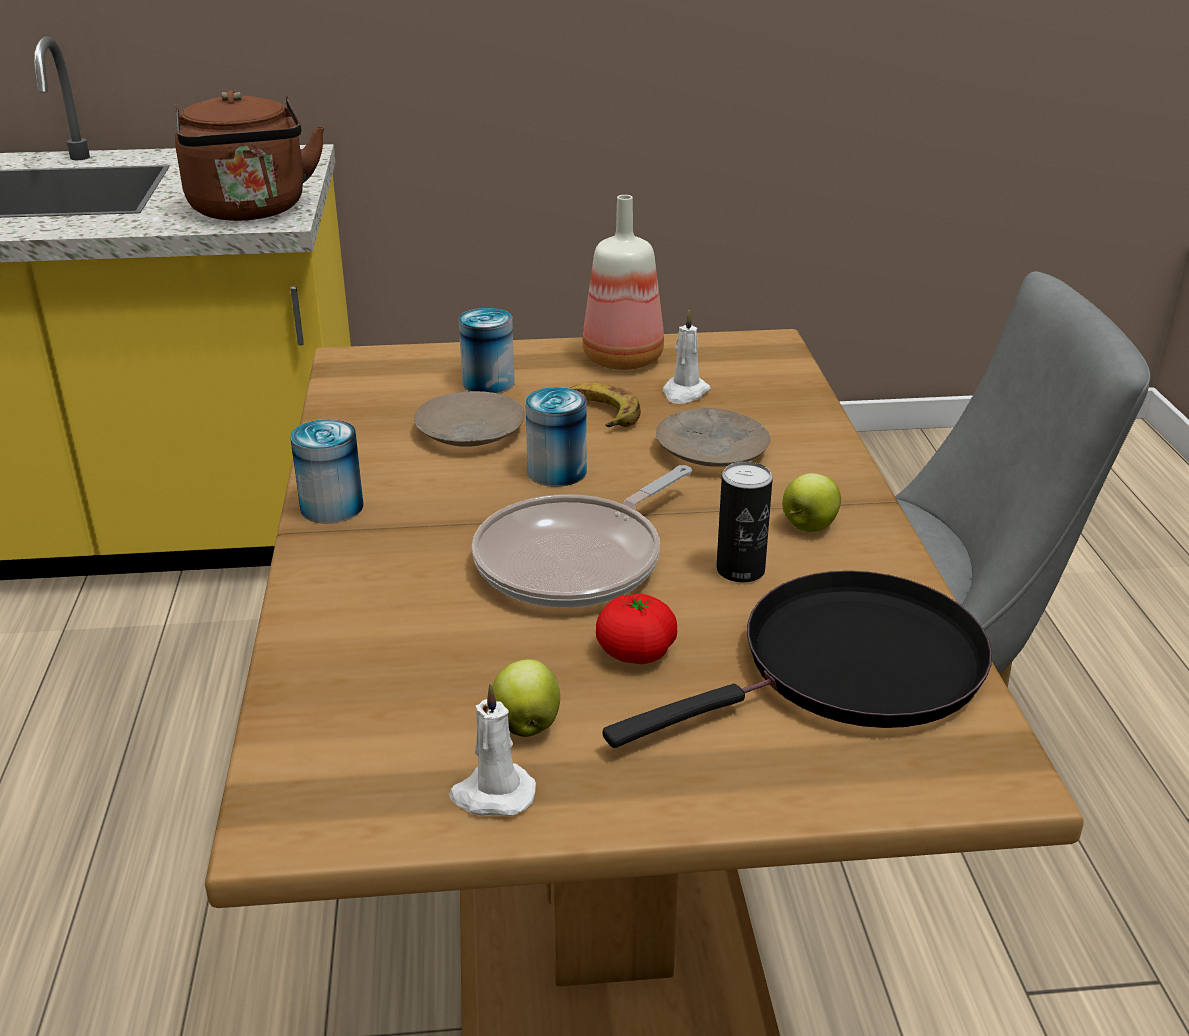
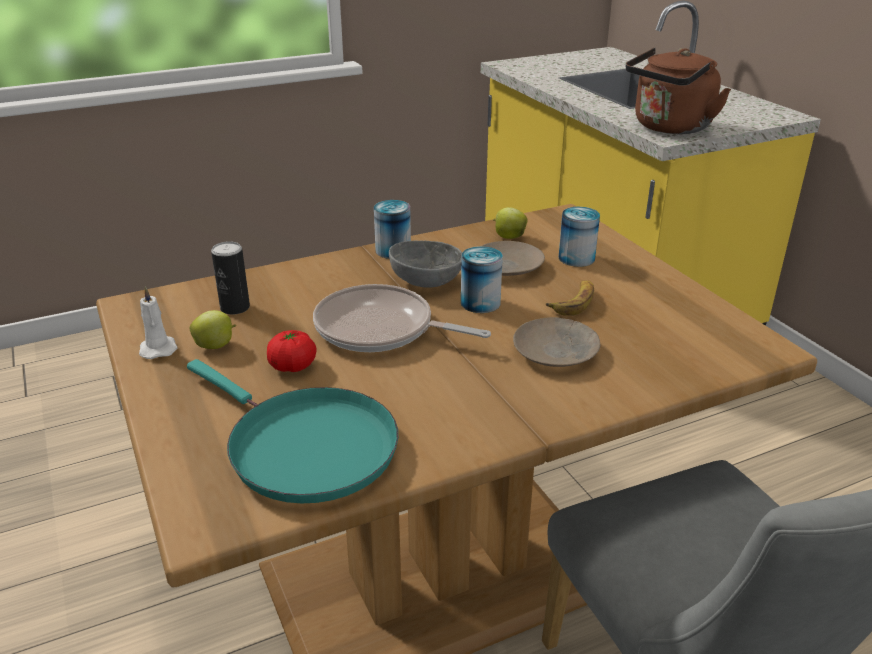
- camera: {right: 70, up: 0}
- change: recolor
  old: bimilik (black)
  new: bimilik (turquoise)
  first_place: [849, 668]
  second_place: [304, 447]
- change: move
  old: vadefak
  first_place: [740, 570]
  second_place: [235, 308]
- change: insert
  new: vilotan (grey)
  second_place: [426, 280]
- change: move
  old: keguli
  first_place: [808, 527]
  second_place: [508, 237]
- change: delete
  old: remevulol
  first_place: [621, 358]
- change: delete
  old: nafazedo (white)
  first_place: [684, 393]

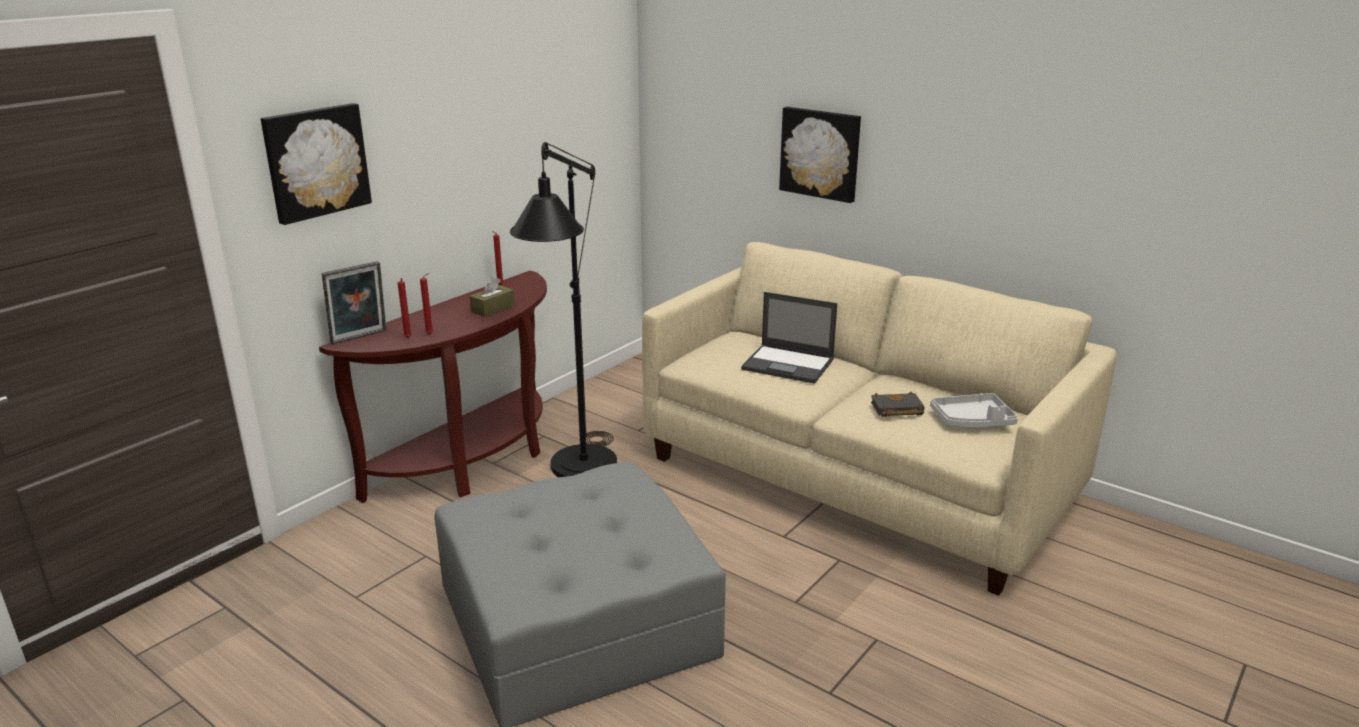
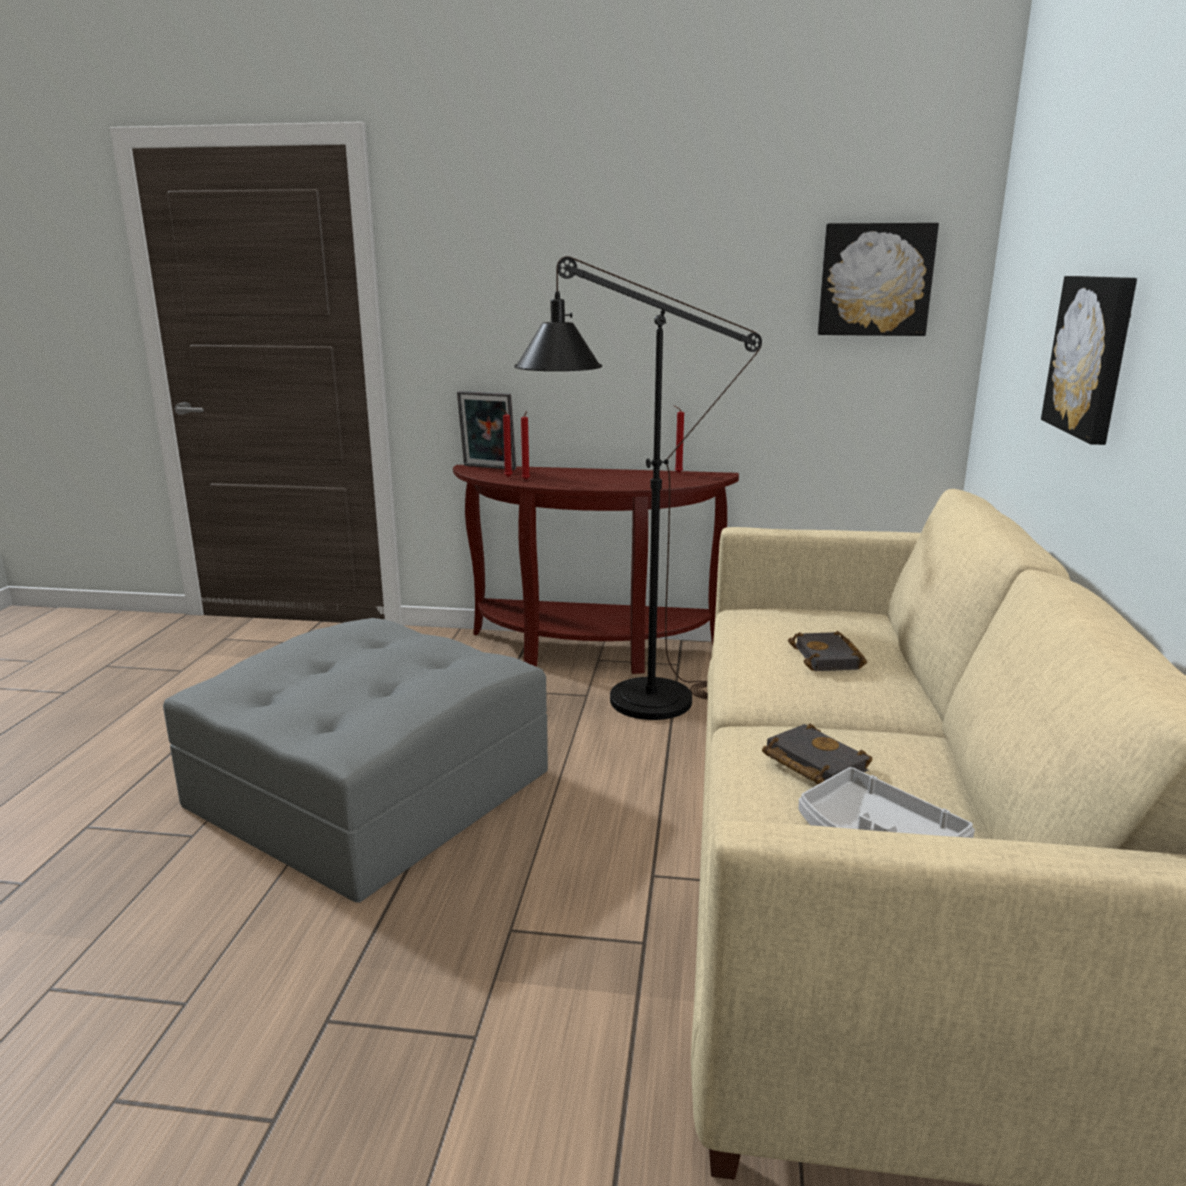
- camera: {right: 60, up: -5}
- change: replace
  old: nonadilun
  new: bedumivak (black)
  first_place: [789, 364]
  second_place: [829, 658]
- change: move
  old: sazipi
  first_place: [315, 162]
  second_place: [875, 280]
- change: delete
  old: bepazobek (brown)
  first_place: [493, 309]

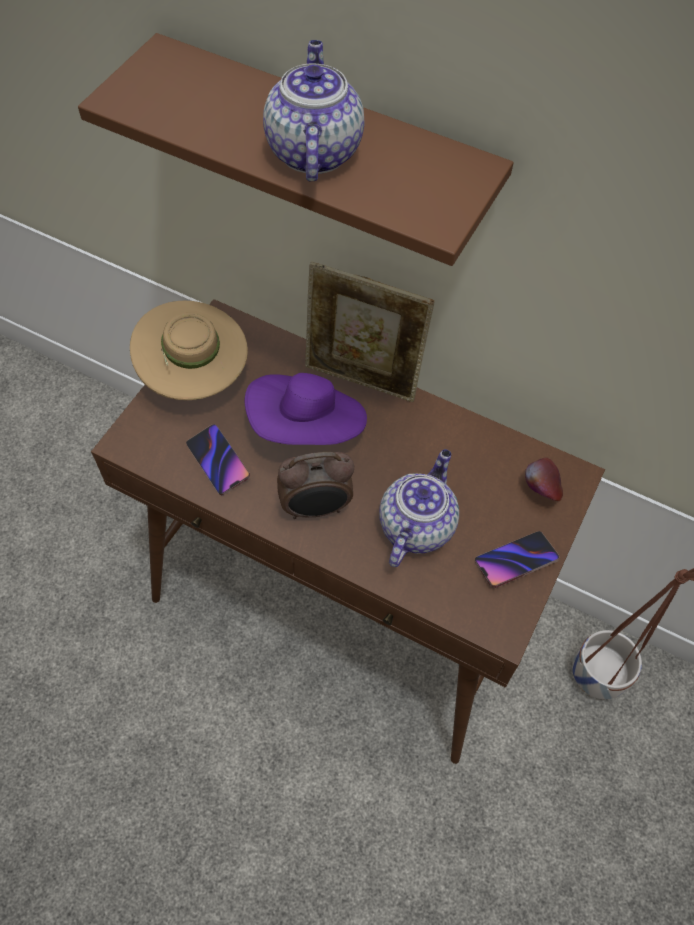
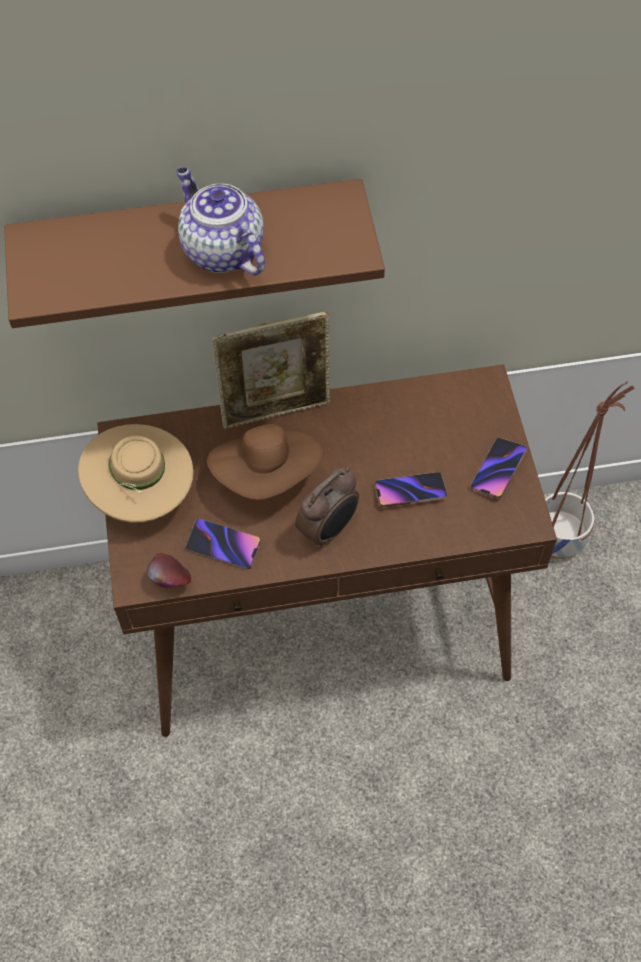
- camera: {right: -35, up: 0}
- change: move
  old: keguli
  first_place: [541, 490]
  second_place: [171, 581]
- change: recolor
  old: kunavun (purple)
  new: kunavun (brown)
  first_place: [307, 427]
  second_place: [268, 474]
- change: replace
  old: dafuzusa
  new: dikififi
  first_place: [416, 525]
  second_place: [410, 492]

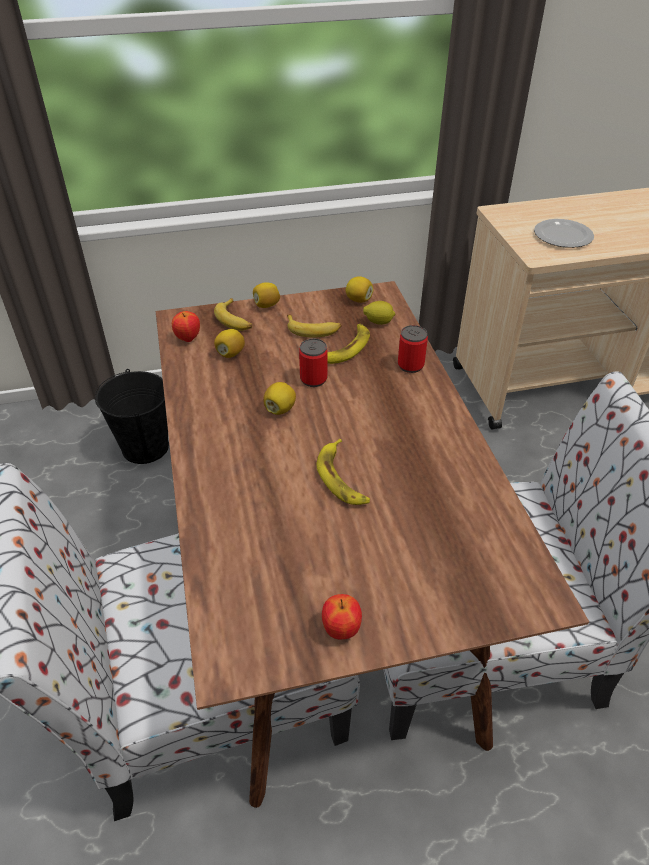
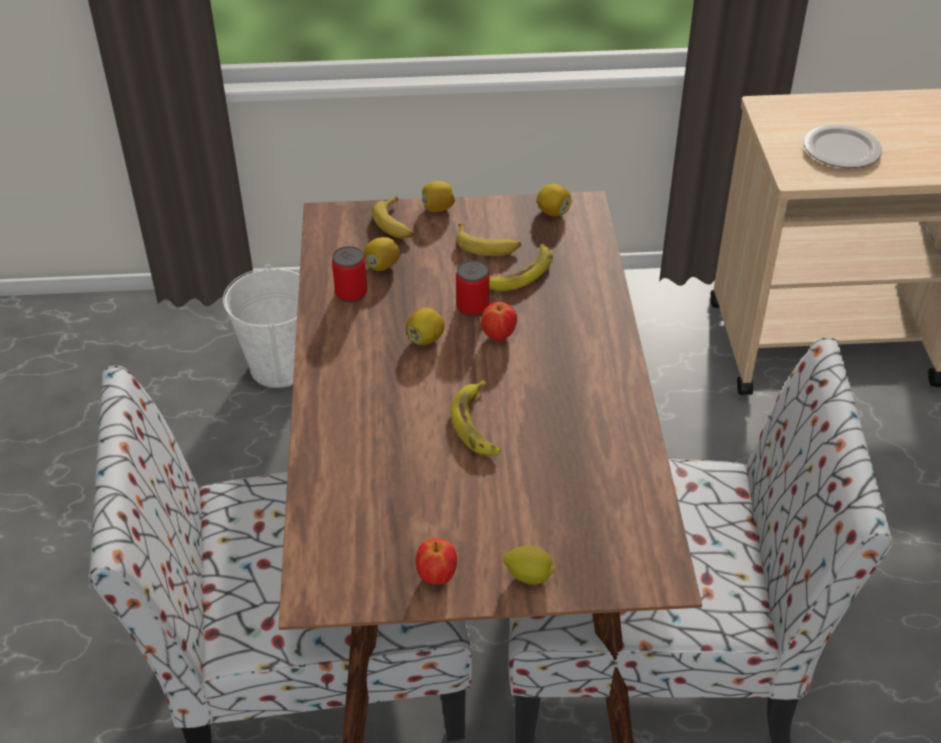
- camera: {right: 10, up: 0}
- change: recolor
  old: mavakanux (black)
  new: mavakanux (white)
  first_place: [145, 447]
  second_place: [280, 366]
- change: move
  old: vadefak
  first_place: [410, 365]
  second_place: [351, 293]
- change: move
  old: keguli
  first_place: [188, 338]
  second_place: [498, 336]
- change: move
  old: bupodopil
  first_place: [378, 322]
  second_place: [529, 576]

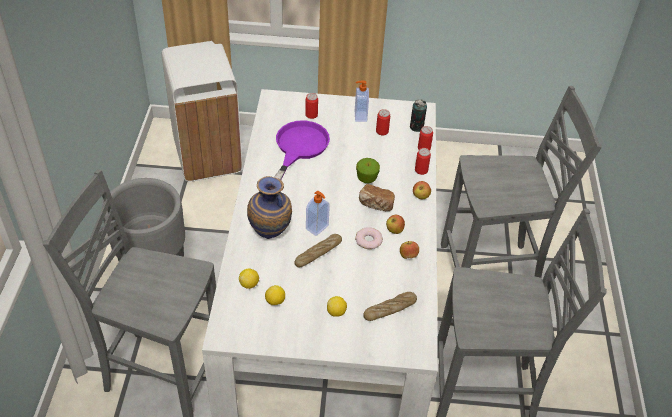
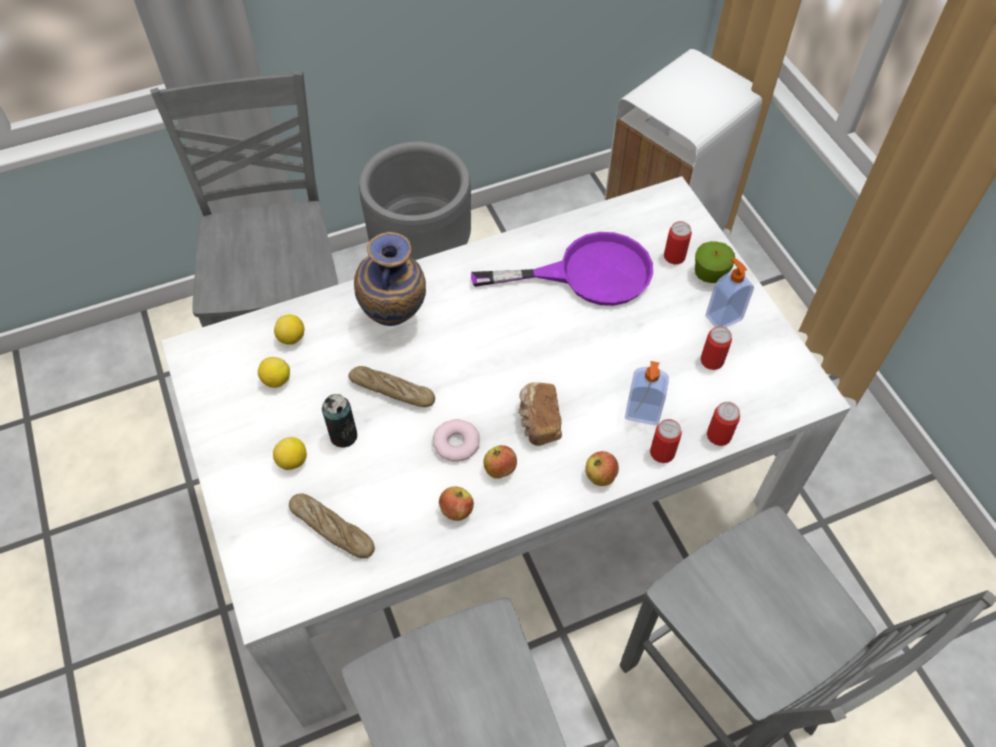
- camera: {right: 65, up: 10}
- change: move
  old: vadefak
  first_place: [416, 127]
  second_place: [343, 436]
- change: move
  old: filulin
  first_place: [317, 228]
  second_place: [642, 414]
- change: move
  old: keguli
  first_place: [367, 178]
  second_place: [710, 274]

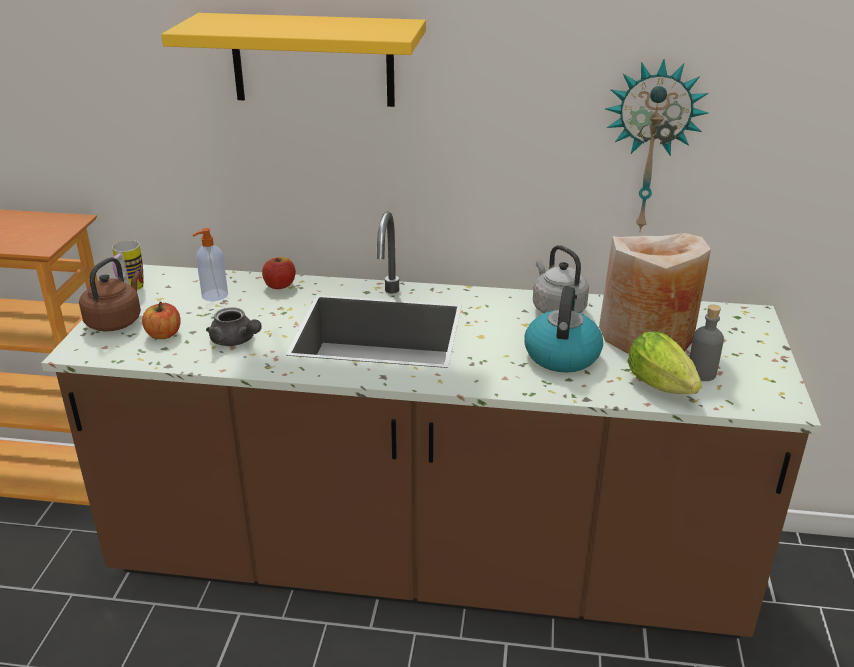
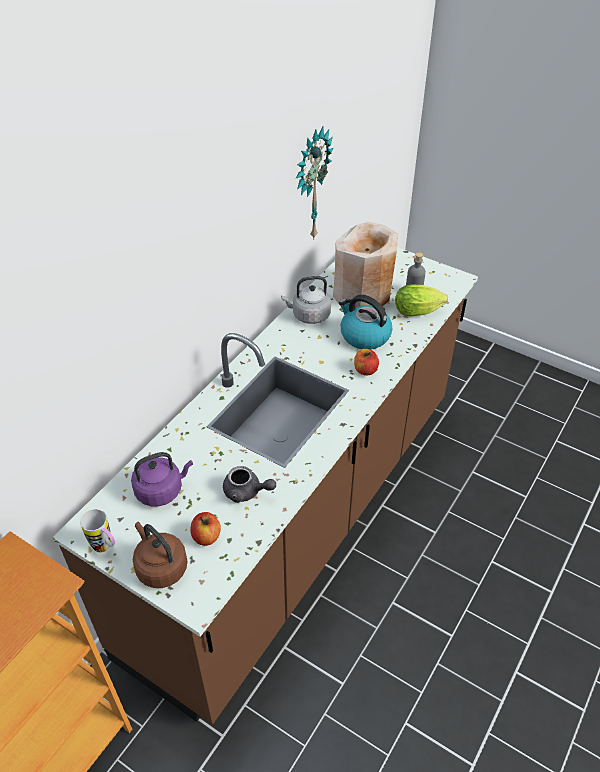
- camera: {right: -65, up: 15}
- change: replace
  old: filulin
  new: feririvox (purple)
  first_place: [214, 296]
  second_place: [161, 490]
- change: rotate
  old: dafuzusa (grey)
  first_place: [236, 341]
  second_place: [246, 492]
  degrees: 45
- change: move
  old: keguli
  first_place: [280, 285]
  second_place: [365, 370]
- change: delete
  old: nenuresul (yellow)
  first_place: [313, 60]

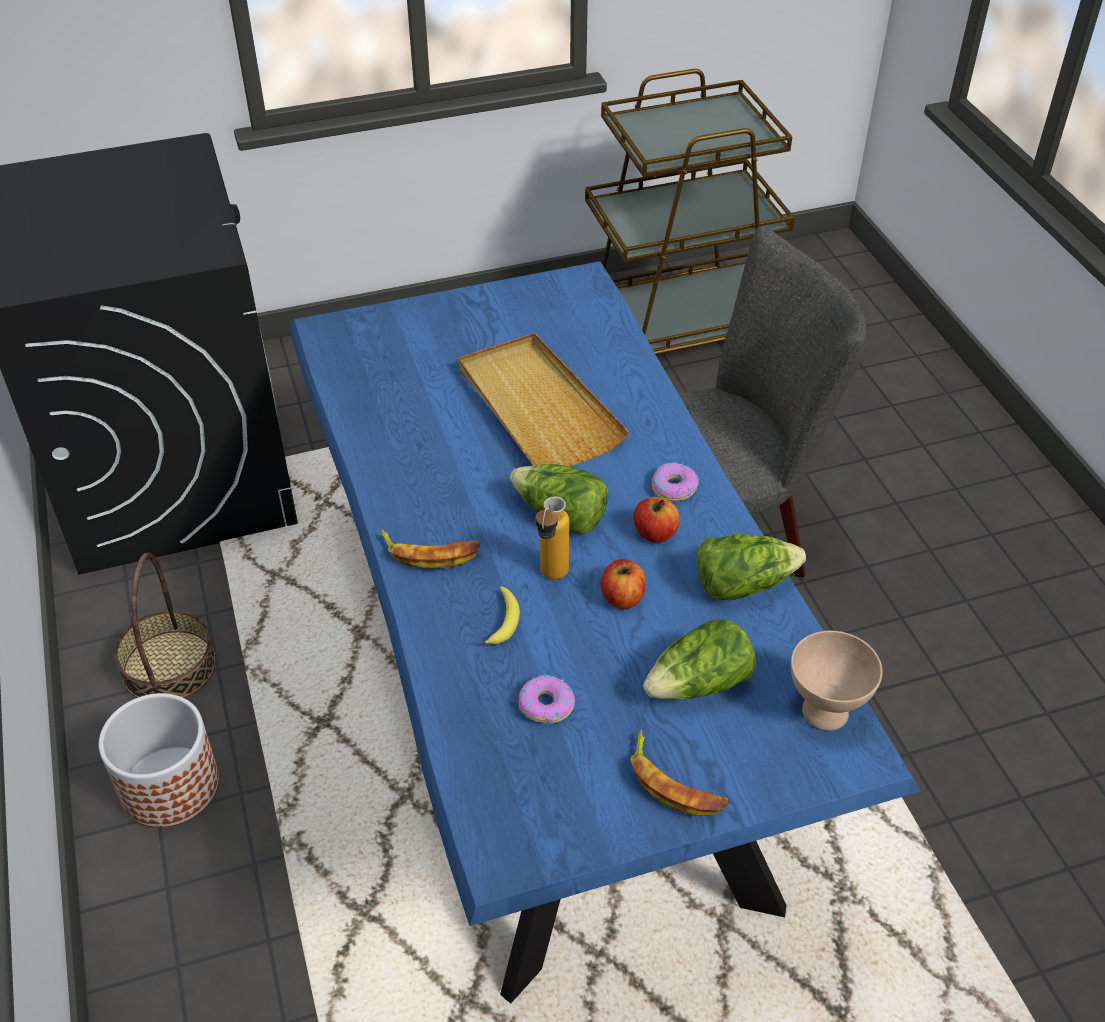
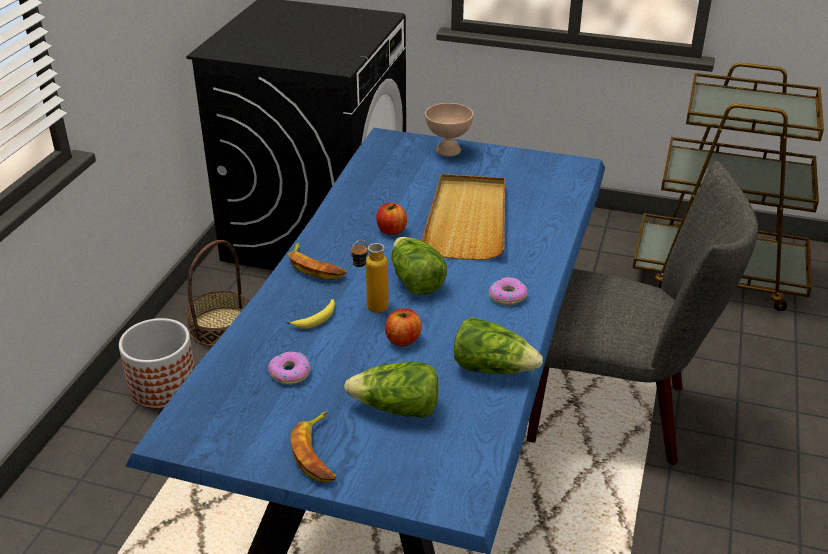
- camera: {right: 35, up: -10}
- change: move
  old: keguli
  first_place: [655, 533]
  second_place: [391, 230]
- change: move
  old: vilotan (beige)
  first_place: [826, 713]
  second_place: [448, 151]

